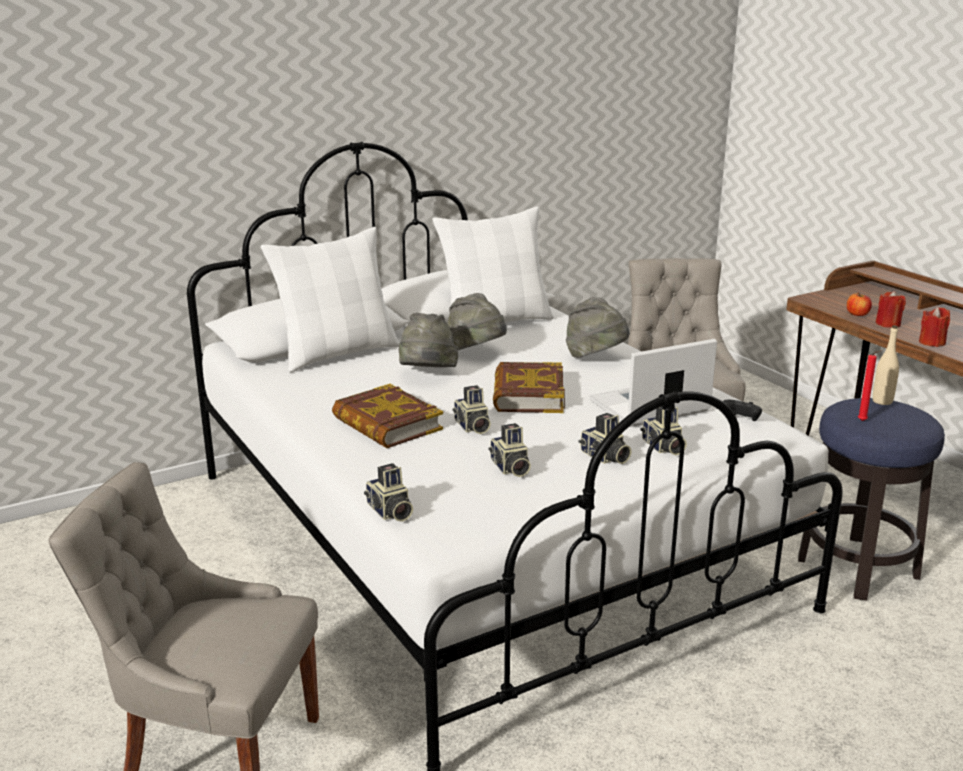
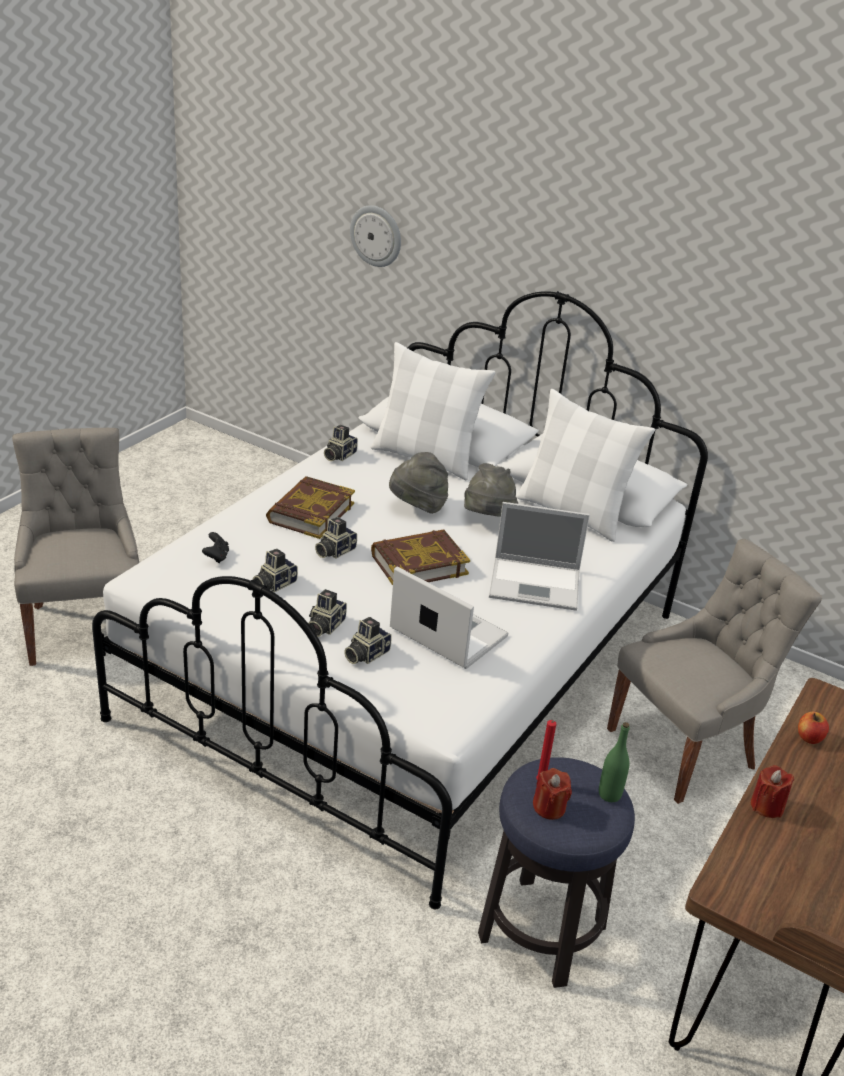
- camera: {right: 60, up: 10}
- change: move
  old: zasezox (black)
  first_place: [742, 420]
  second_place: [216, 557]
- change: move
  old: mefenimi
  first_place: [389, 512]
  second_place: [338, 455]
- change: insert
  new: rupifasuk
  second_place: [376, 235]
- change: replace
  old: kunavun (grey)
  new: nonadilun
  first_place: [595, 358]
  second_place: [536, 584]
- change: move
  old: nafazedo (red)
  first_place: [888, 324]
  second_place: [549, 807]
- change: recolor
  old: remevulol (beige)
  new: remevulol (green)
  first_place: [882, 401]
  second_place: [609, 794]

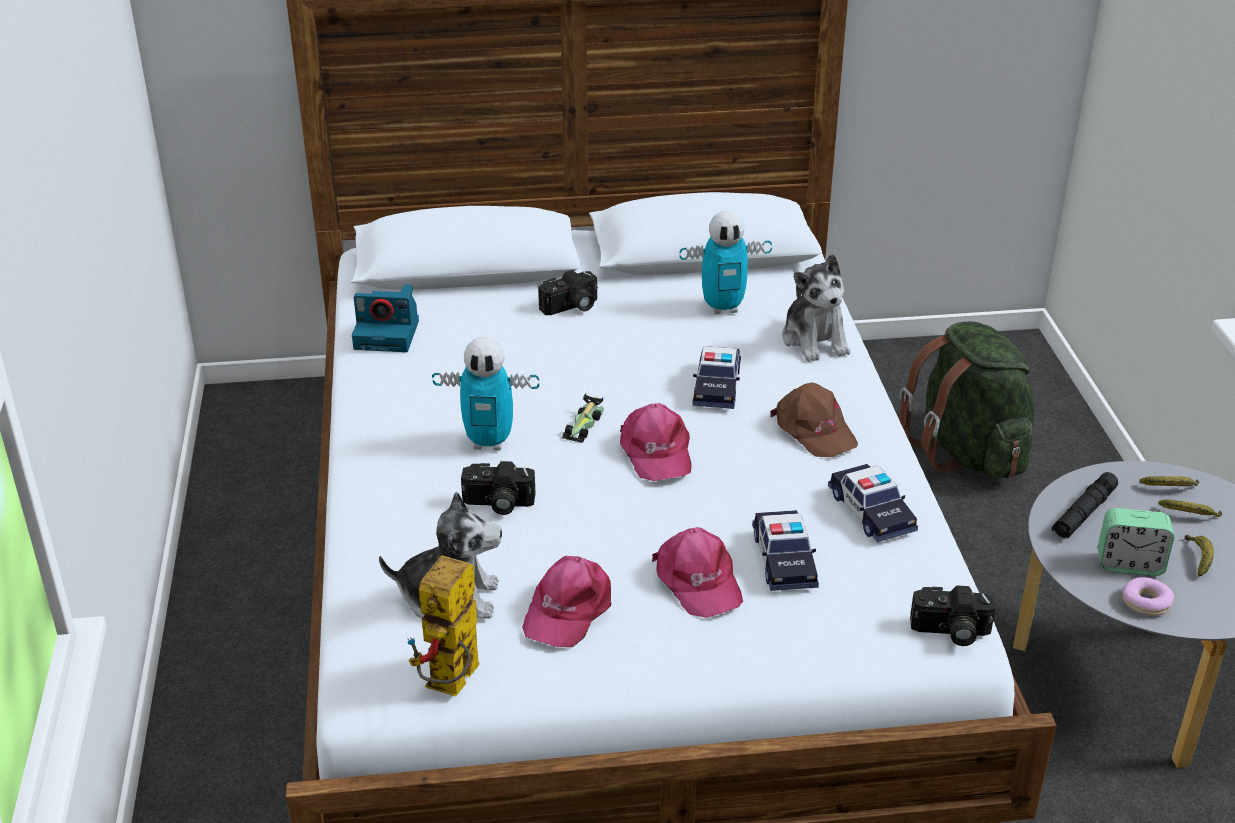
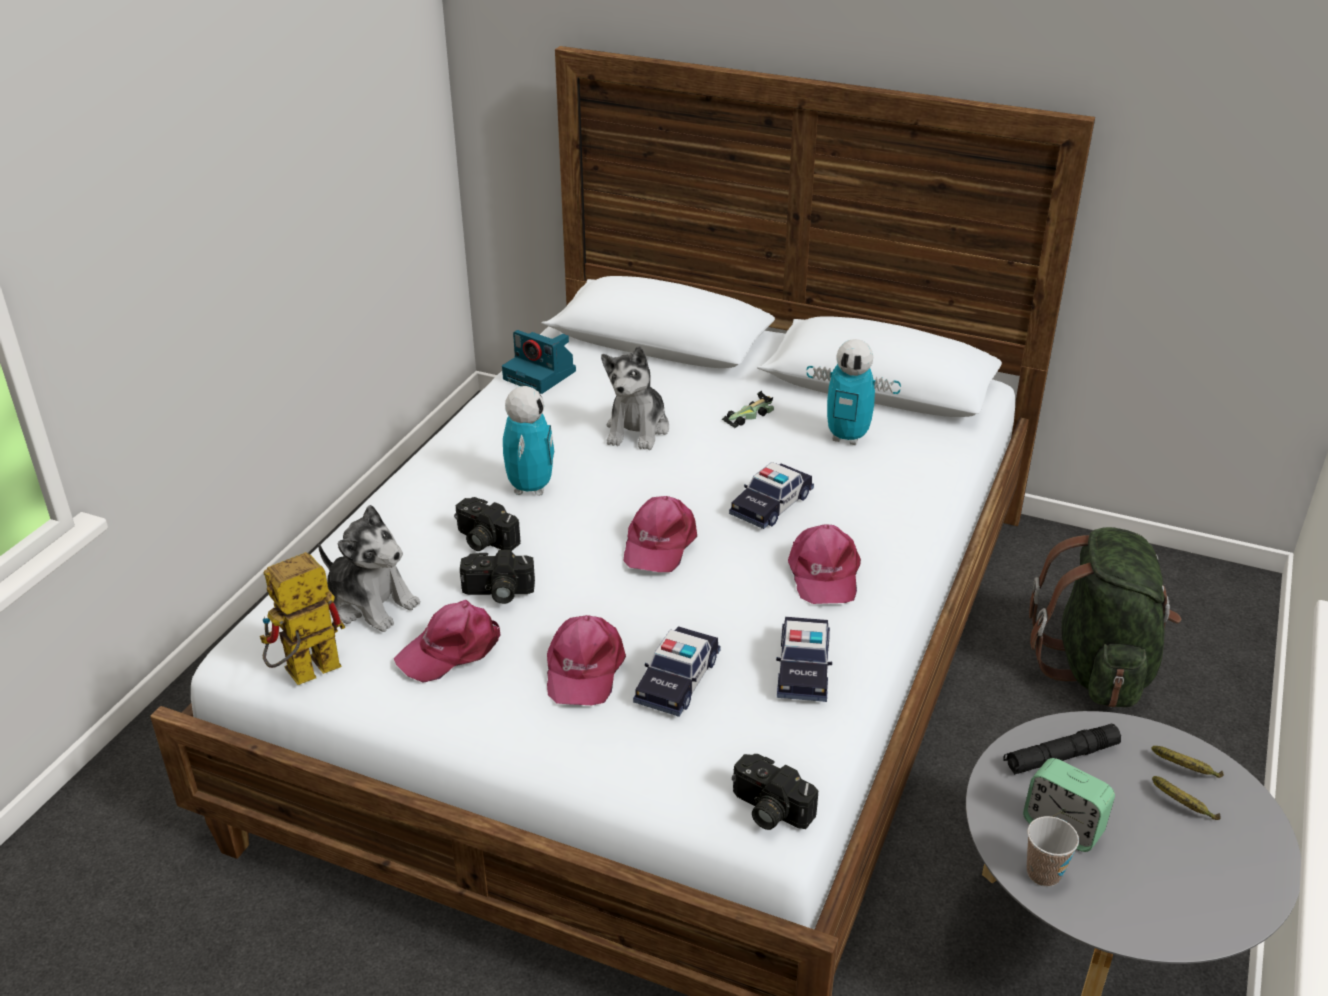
- camera: {right: 30, up: 0}
- change: move
  old: mefenimi
  first_place: [571, 307]
  second_place: [497, 592]
- change: rotate
  old: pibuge
  first_place: [489, 442]
  second_place: [530, 488]
  degrees: -120
- change: move
  old: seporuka
  first_place: [815, 340]
  second_place: [637, 429]
- change: move
  old: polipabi
  first_place: [584, 423]
  second_place: [750, 415]
- change: recolor
  old: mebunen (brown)
  new: mebunen (pink)
  first_place: [814, 430]
  second_place: [823, 574]
- change: replace
  old: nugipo
  new: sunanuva
  first_place: [1146, 602]
  second_place: [1043, 873]
- change: delete
  old: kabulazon
  first_place: [1198, 559]

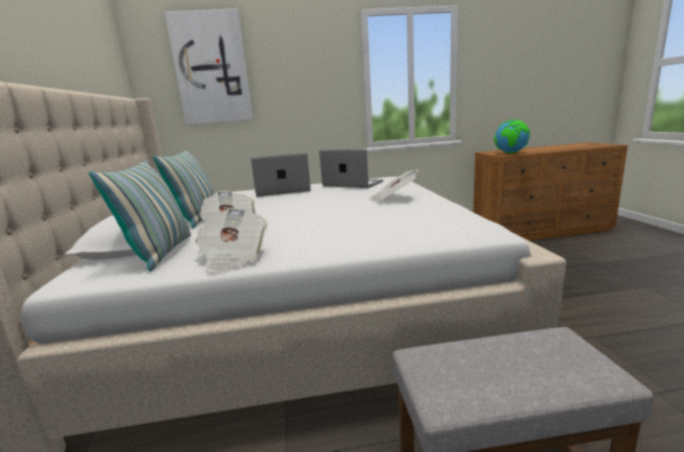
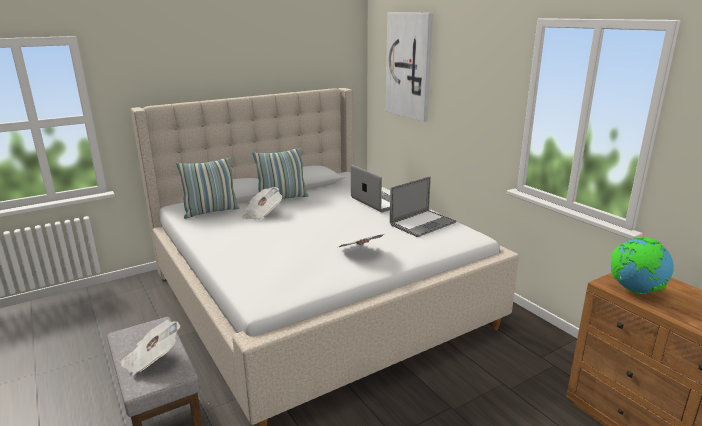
- camera: {right: 65, up: 5}
- change: move
  old: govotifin
  first_place: [233, 257]
  second_place: [152, 360]
- change: rotate
  old: nonadilun
  first_place: [353, 184]
  second_place: [422, 223]
  degrees: 45

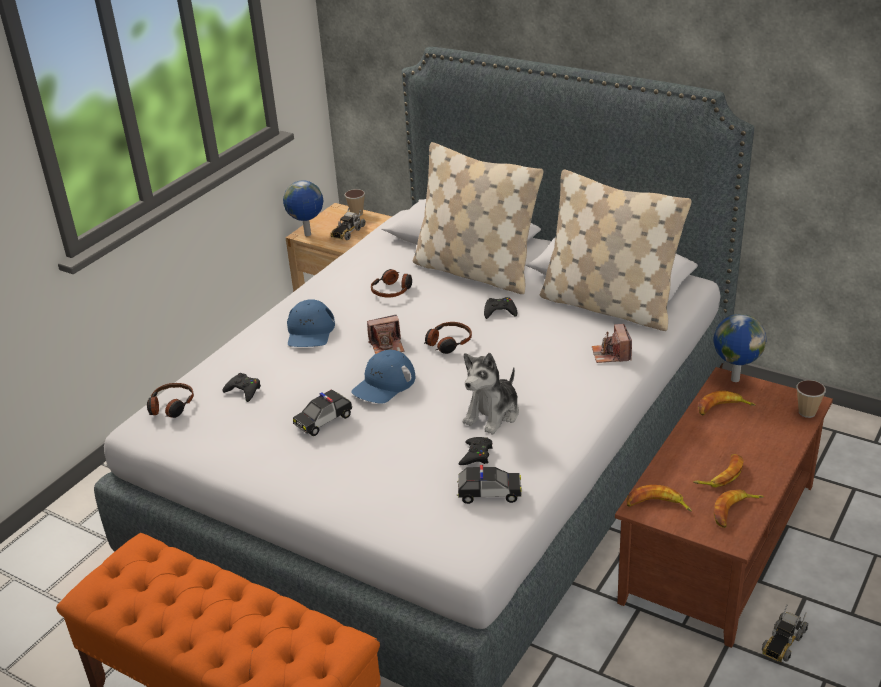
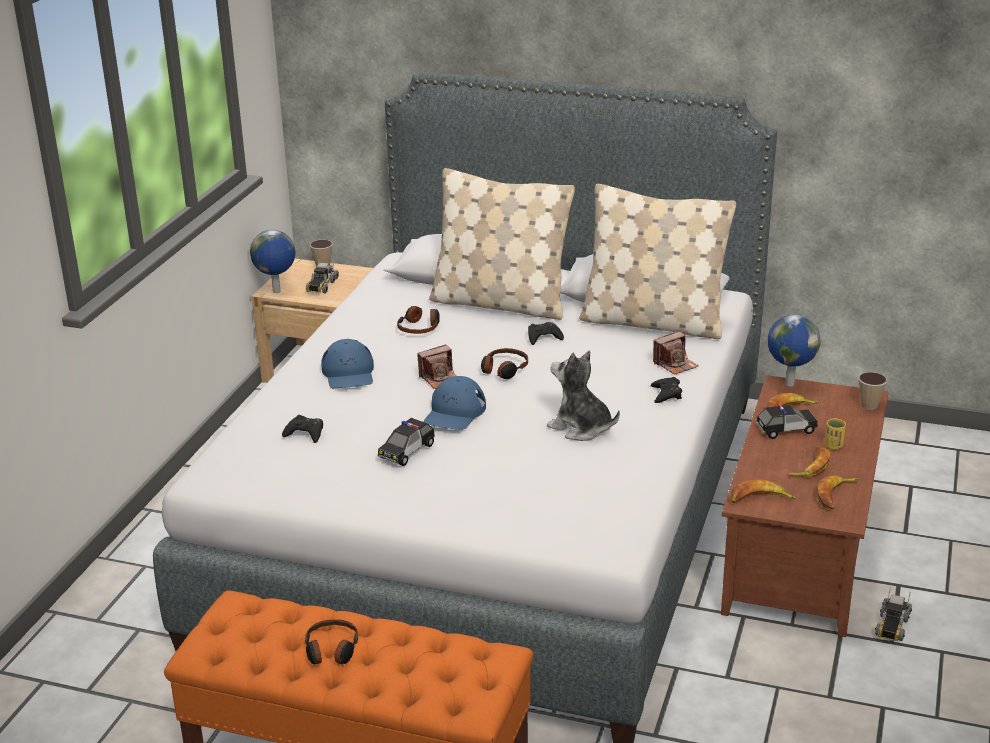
- camera: {right: -15, up: -5}
- change: move
  old: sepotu
  first_place: [171, 407]
  second_place: [331, 651]
- change: rotate
  old: seporuka
  first_place: [493, 414]
  second_place: [581, 428]
  degrees: 105
- change: move
  old: zasezox (black)
  first_place: [476, 455]
  second_place: [666, 394]
- change: rotate
  old: mefenimi
  first_place: [611, 354]
  second_place: [675, 364]
  degrees: -105
- change: move
  old: polipabi
  first_place: [489, 493]
  second_place: [785, 430]
- change: insert
  new: sunanuva (yellow)
  second_place: [833, 446]

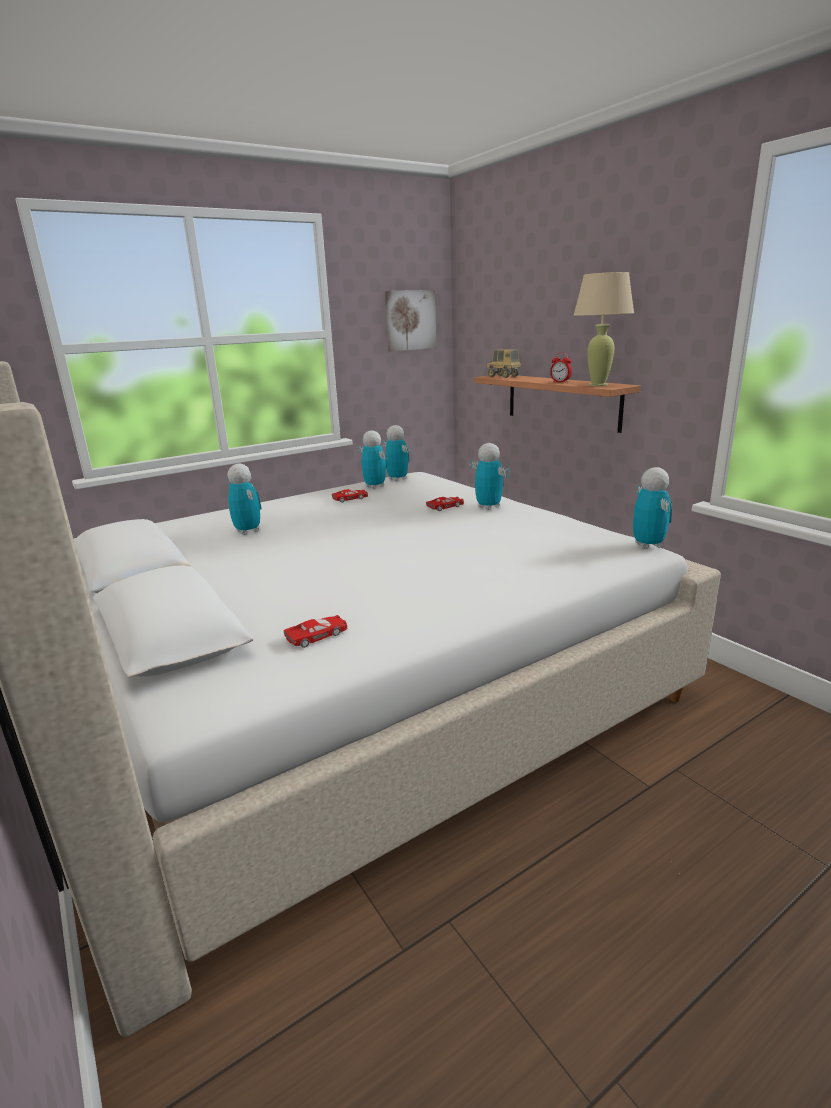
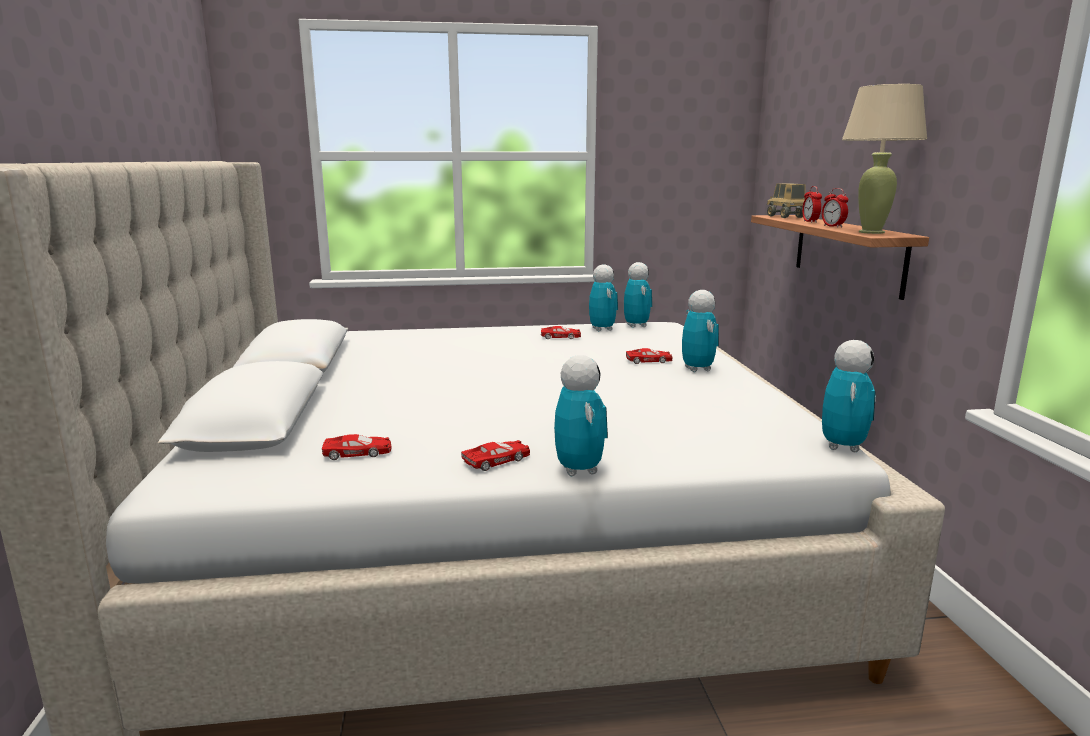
- camera: {right: 25, up: -5}
- change: insert
  new: polipabi (red)
  second_place: [497, 460]
- change: move
  old: pibuge
  first_place: [248, 531]
  second_place: [579, 470]
- change: insert
  new: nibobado
  second_place: [810, 222]
- change: delete
  old: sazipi
  first_place: [410, 320]

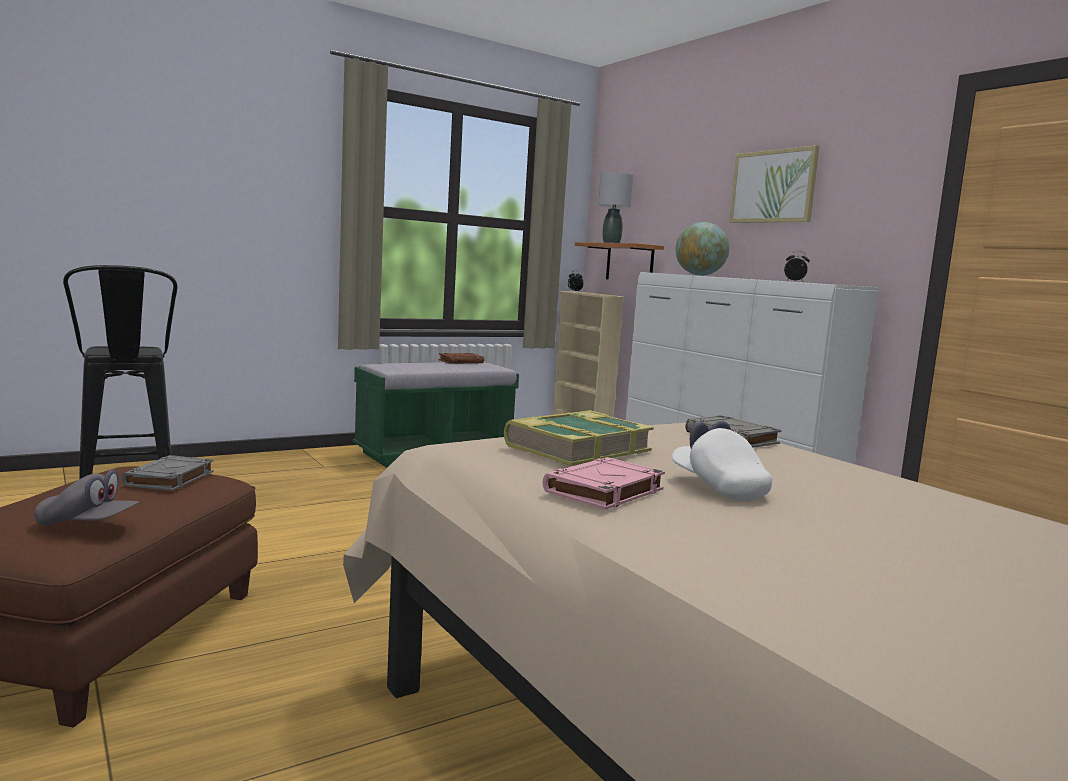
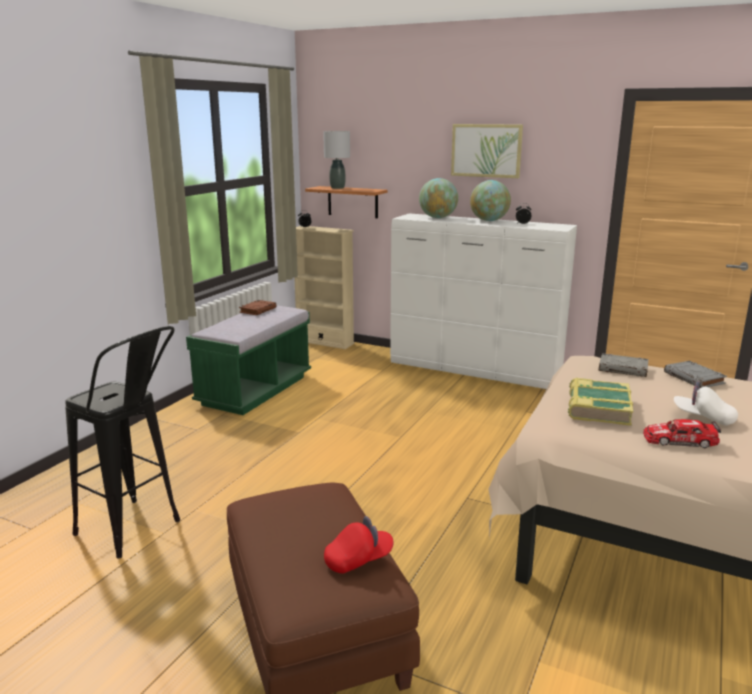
- camera: {right: -30, up: 10}
- change: recolor
  old: mebunen (grey)
  new: mebunen (red)
  first_place: [88, 525]
  second_place: [358, 560]
- change: insert
  new: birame
  second_place: [489, 220]
- change: replace
  old: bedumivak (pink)
  new: polipabi
  first_place: [604, 491]
  second_place: [679, 440]
- change: move
  old: bedumivak (grey)
  first_place: [169, 479]
  second_place: [694, 378]

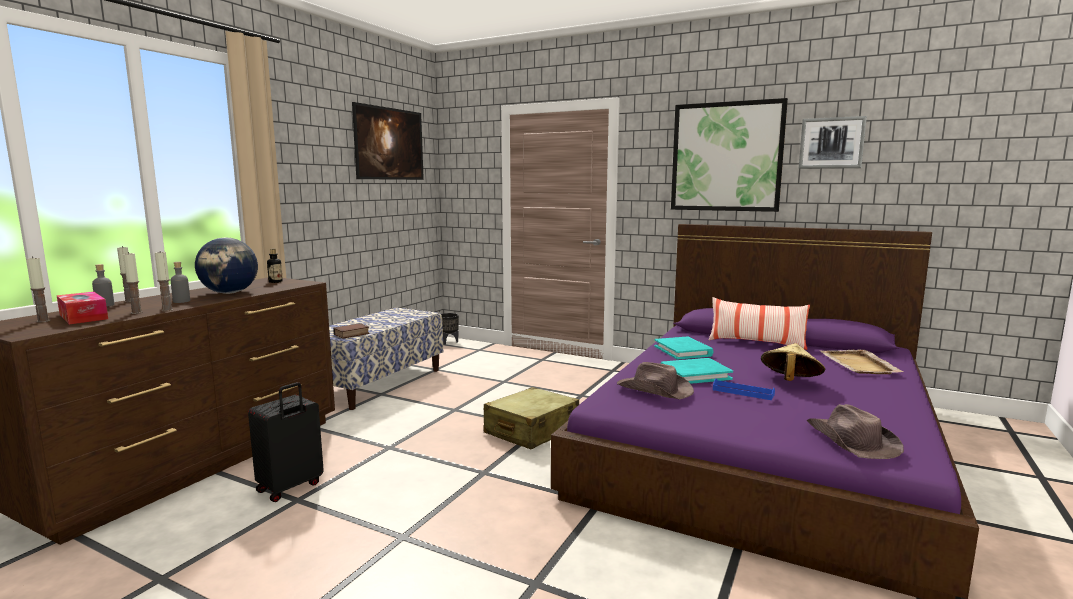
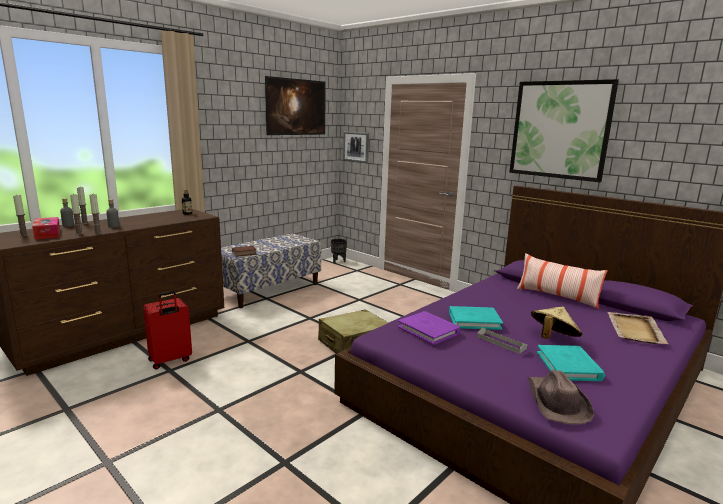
- camera: {right: 15, up: 5}
- change: recolor
  old: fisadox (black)
  new: fisadox (red)
  first_place: [290, 487]
  second_place: [170, 361]
- change: move
  old: sazipi
  first_place: [831, 143]
  second_place: [356, 147]
- change: replace
  old: kunavun (brown)
  new: bedumivak (purple)
  first_place: [655, 390]
  second_place: [429, 330]
- change: recolor
  old: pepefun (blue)
  new: pepefun (grey)
  first_place: [743, 392]
  second_place: [501, 342]
- change: move
  old: bedumivak (turquoise)
  first_place: [683, 351]
  second_place: [569, 366]
- change: delete
  old: birame
  first_place: [230, 293]

